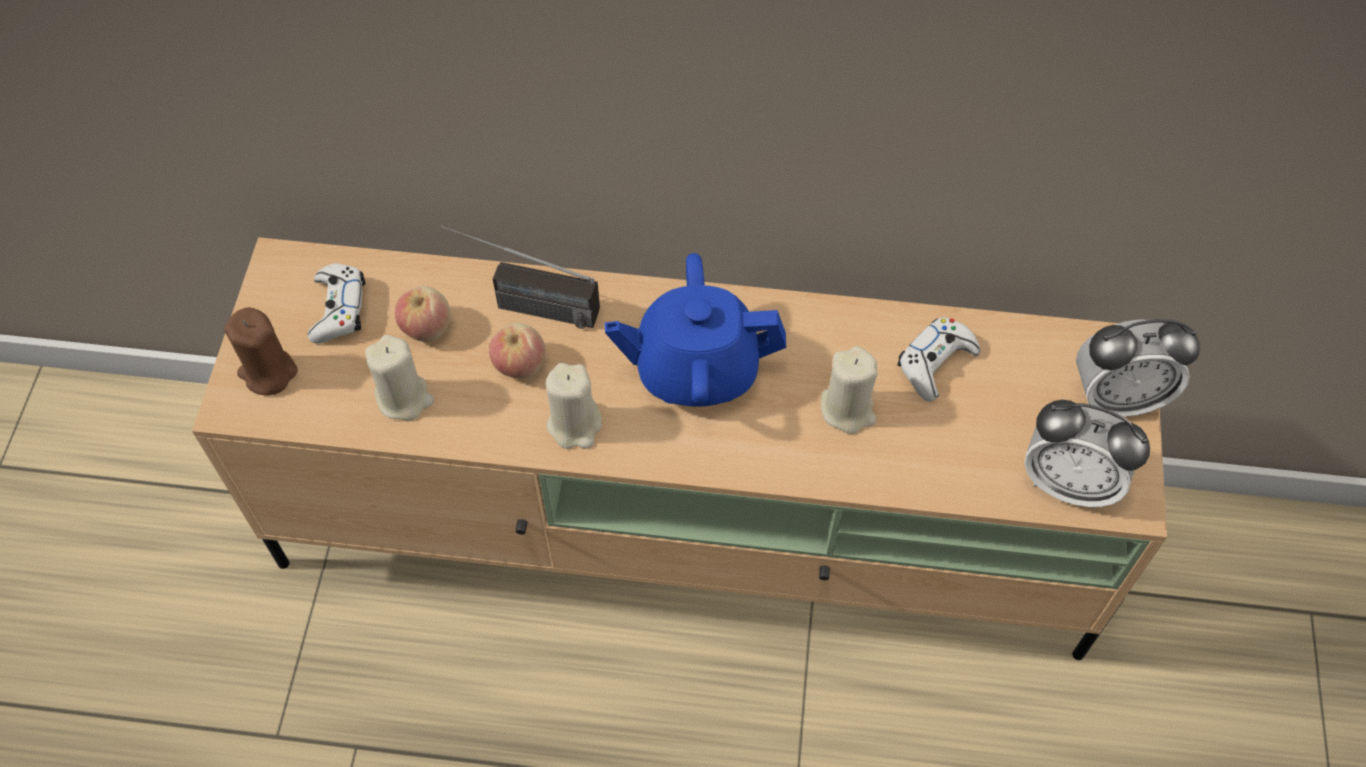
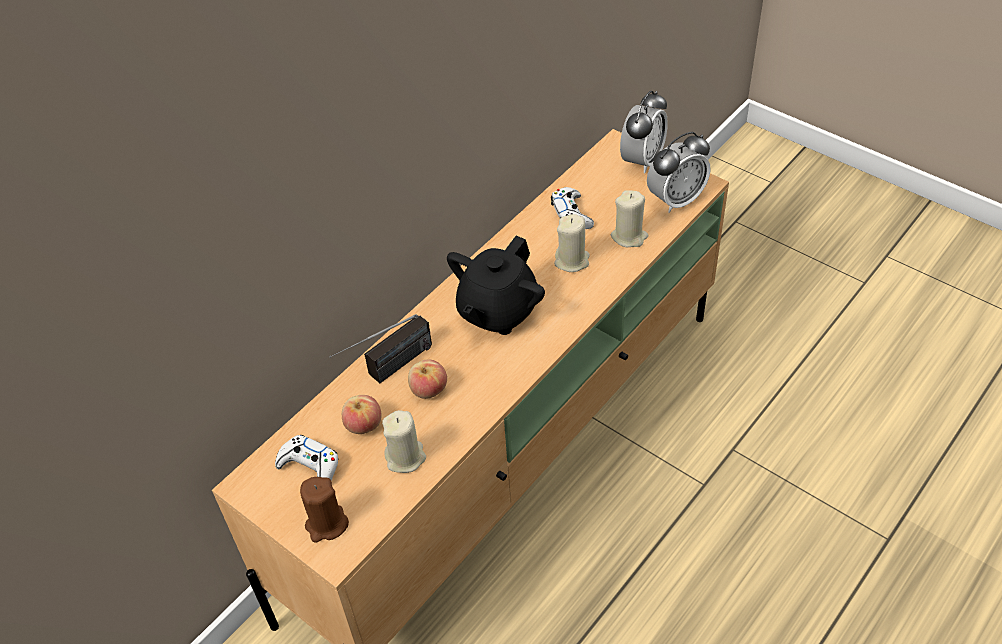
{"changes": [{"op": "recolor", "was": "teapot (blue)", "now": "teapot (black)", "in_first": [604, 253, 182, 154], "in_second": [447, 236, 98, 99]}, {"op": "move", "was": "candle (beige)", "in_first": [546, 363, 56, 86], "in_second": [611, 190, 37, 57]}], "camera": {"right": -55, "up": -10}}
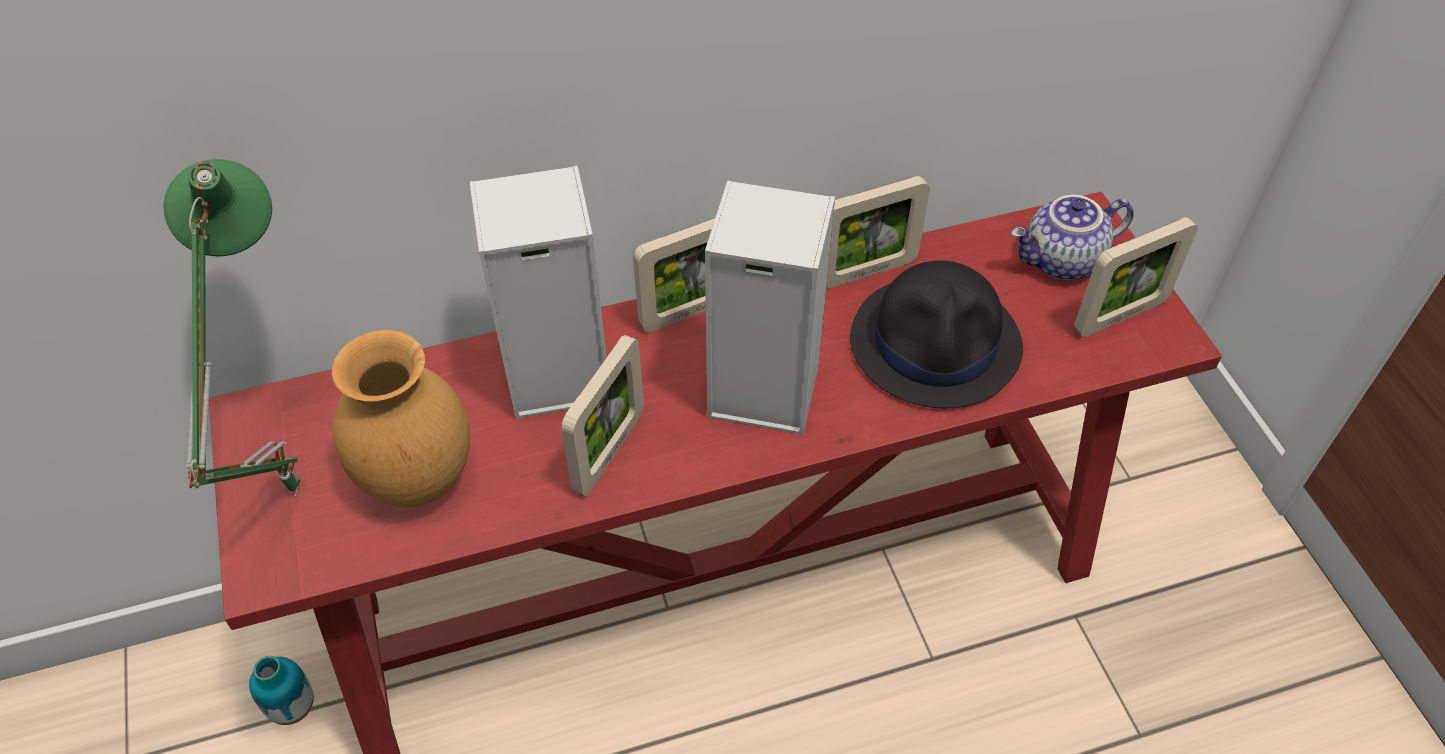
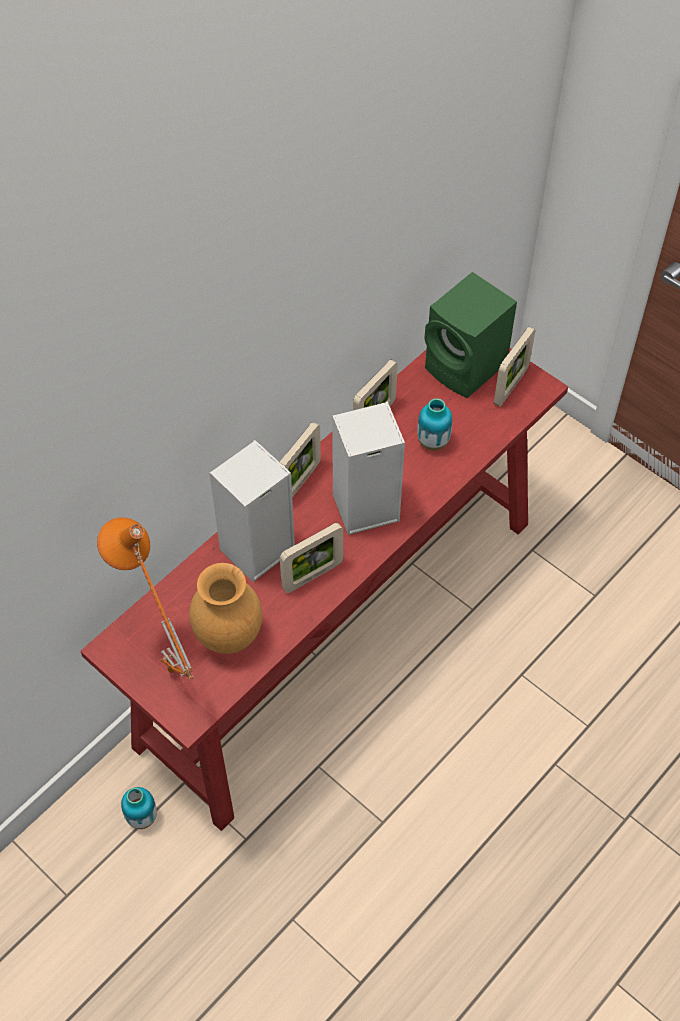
{"changes": [{"op": "recolor", "was": "table lamp (green)", "now": "table lamp (orange)", "in_first": [163, 159, 137, 338], "in_second": [97, 517, 97, 163]}, {"op": "replace", "was": "teapot", "now": "speaker (green)", "in_first": [1011, 195, 123, 85], "in_second": [424, 272, 93, 126]}, {"op": "replace", "was": "hat (black)", "now": "vase", "in_first": [850, 260, 173, 148], "in_second": [417, 398, 35, 53]}, {"op": "rotate", "was": "picture frame", "in_first": [561, 335, 83, 161], "in_second": [280, 523, 63, 70], "clockwise": 60}], "camera": {"right": -30, "up": 5}}
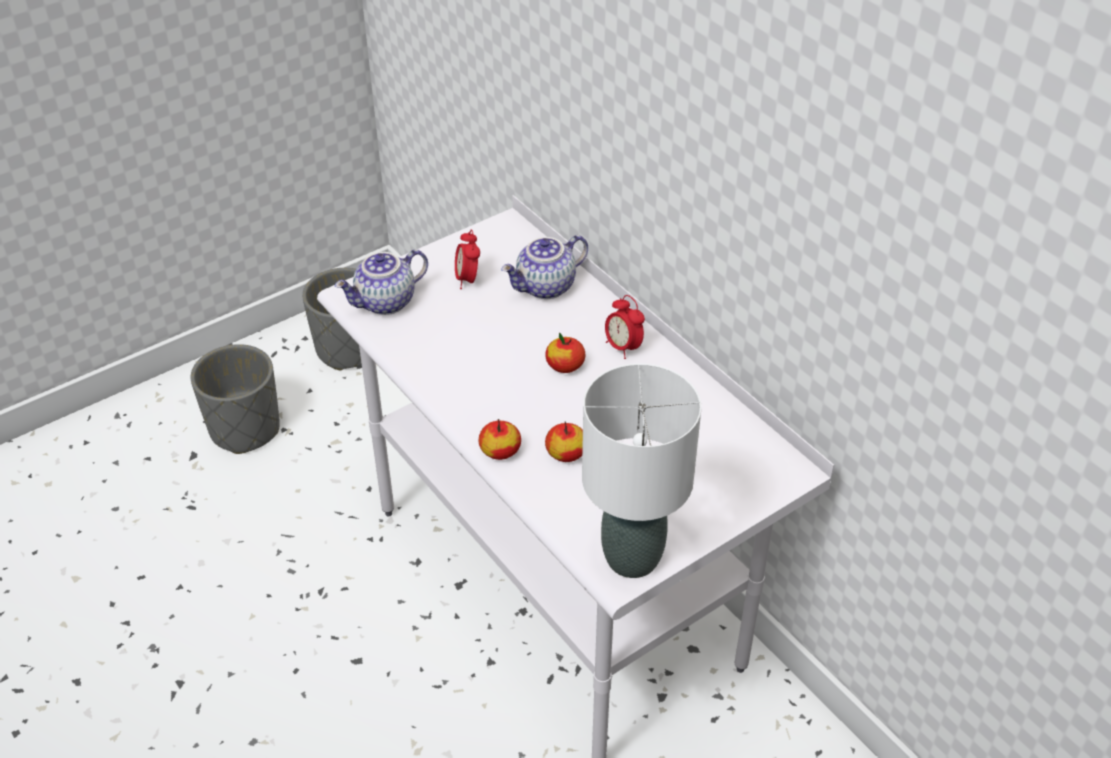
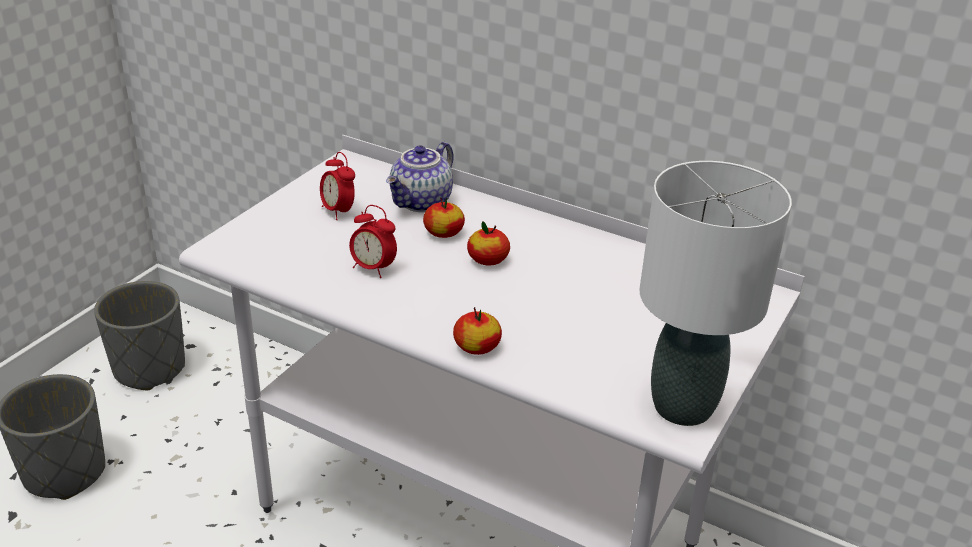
{"changes": [{"op": "delete", "was": "teapot", "in_first": [335, 249, 93, 66]}, {"op": "move", "was": "alarm clock", "in_first": [605, 295, 40, 64], "in_second": [349, 205, 48, 73]}, {"op": "move", "was": "apple", "in_first": [545, 421, 38, 41], "in_second": [423, 197, 42, 41]}], "camera": {"right": -25, "up": -10}}
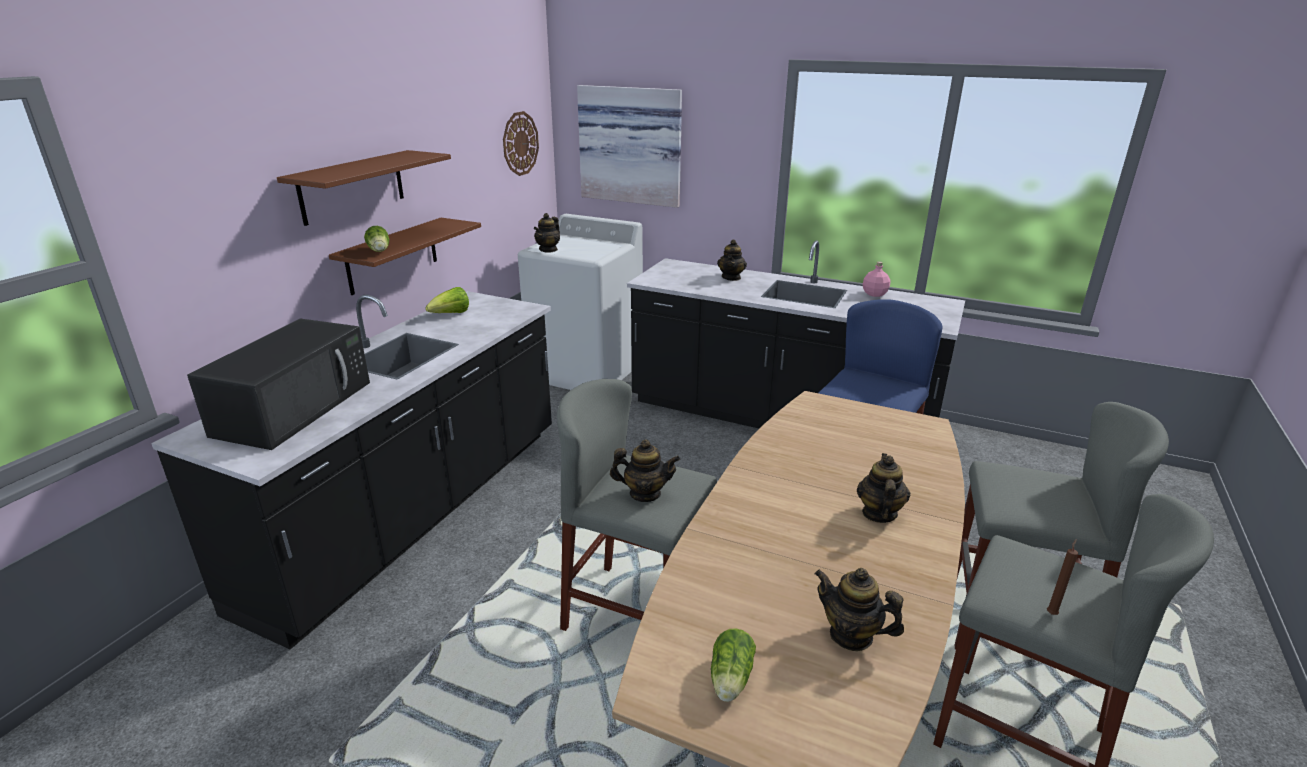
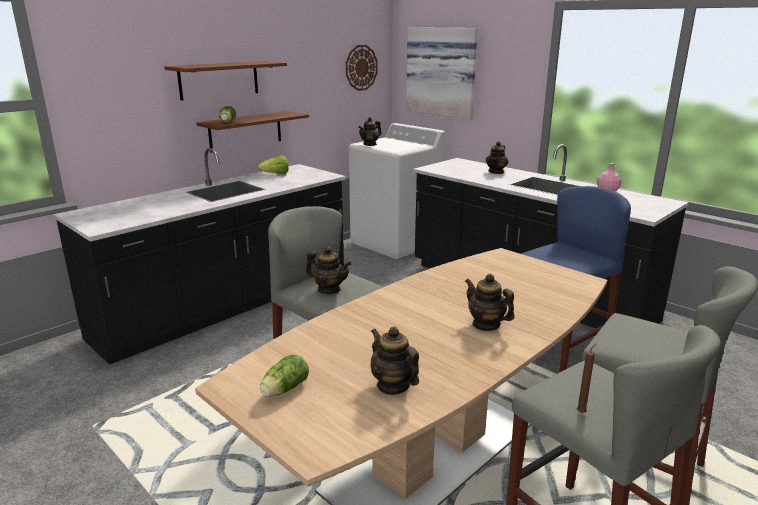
{"changes": [{"op": "delete", "was": "microwave (black)", "in_first": [187, 318, 183, 132]}, {"op": "rotate", "was": "teapot", "in_first": [857, 453, 53, 70], "in_second": [465, 274, 50, 57], "clockwise": -75}], "camera": {"right": 20, "up": -5}}
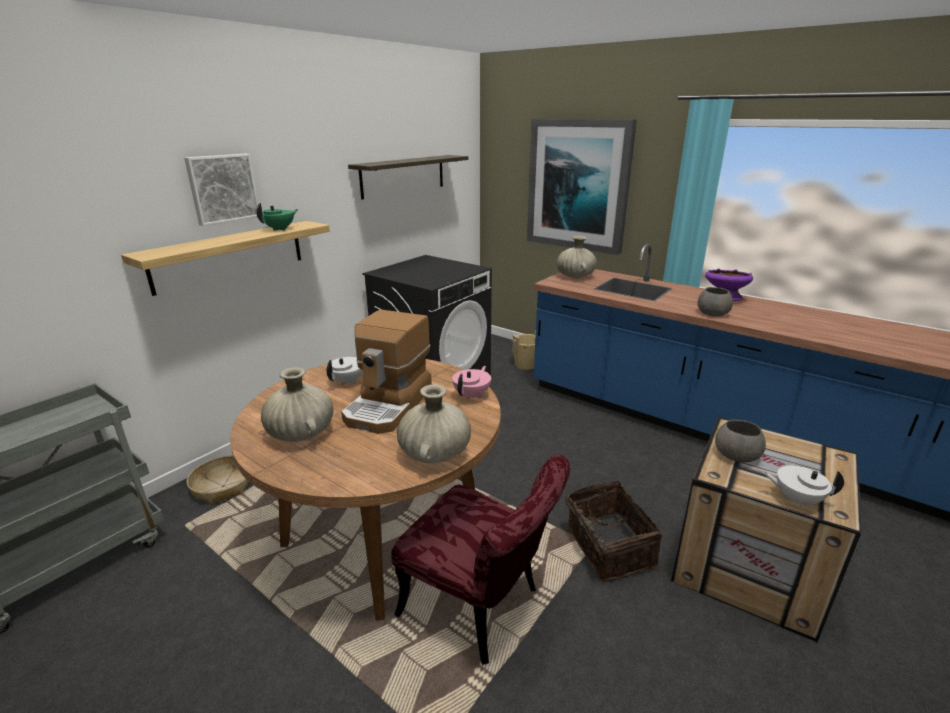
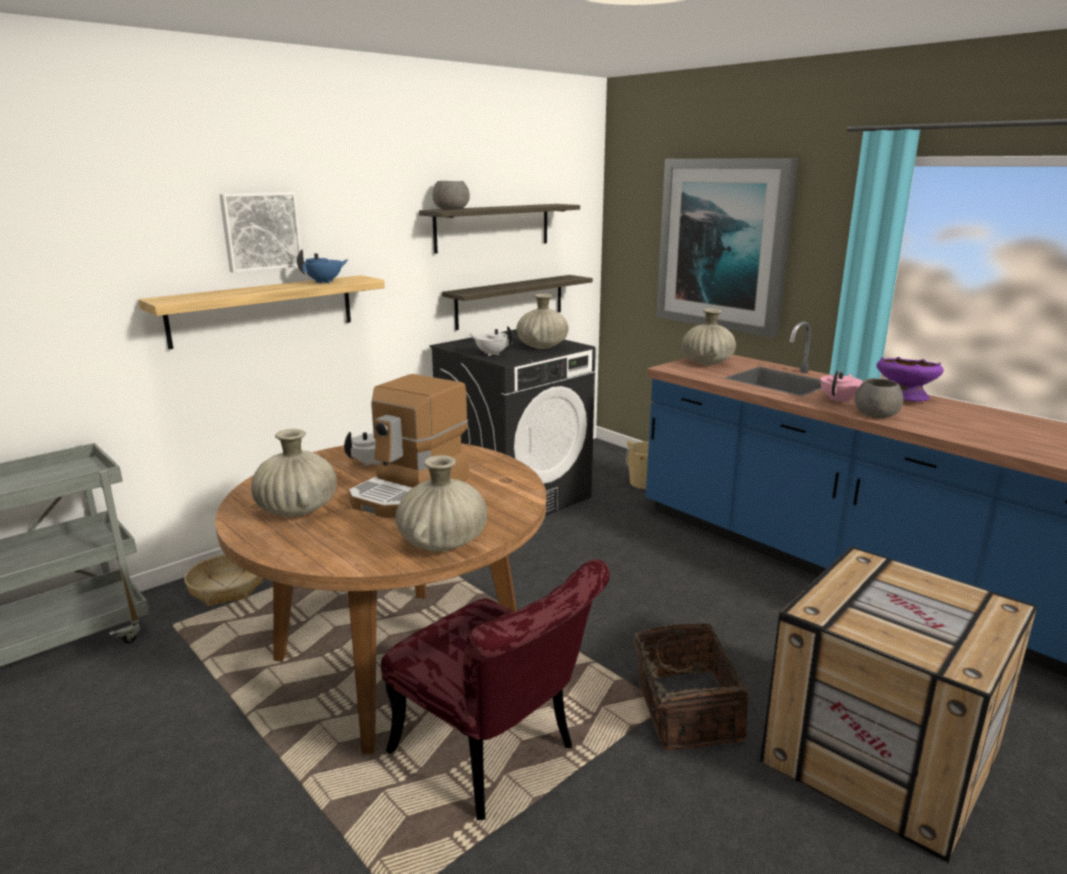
{"changes": [{"op": "recolor", "was": "teapot (green)", "now": "teapot (blue)", "in_first": [257, 203, 41, 28], "in_second": [297, 250, 51, 33]}, {"op": "move", "was": "teapot (pink)", "in_first": [452, 366, 39, 34], "in_second": [820, 371, 43, 32]}, {"op": "move", "was": "bowl (grey)", "in_first": [715, 420, 51, 42], "in_second": [433, 181, 37, 29]}, {"op": "move", "was": "teapot (white)", "in_first": [763, 465, 81, 42], "in_second": [470, 326, 43, 30]}, {"op": "insert", "now": "shelf", "in_second": [442, 275, 151, 55]}, {"op": "insert", "now": "vase (beige)", "in_second": [516, 294, 52, 55]}], "camera": {"right": 10, "up": -5}}
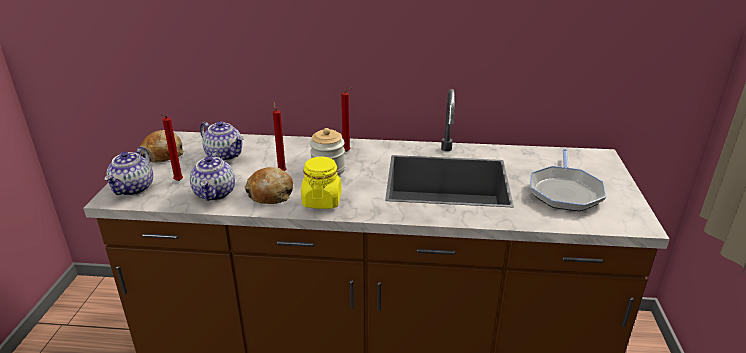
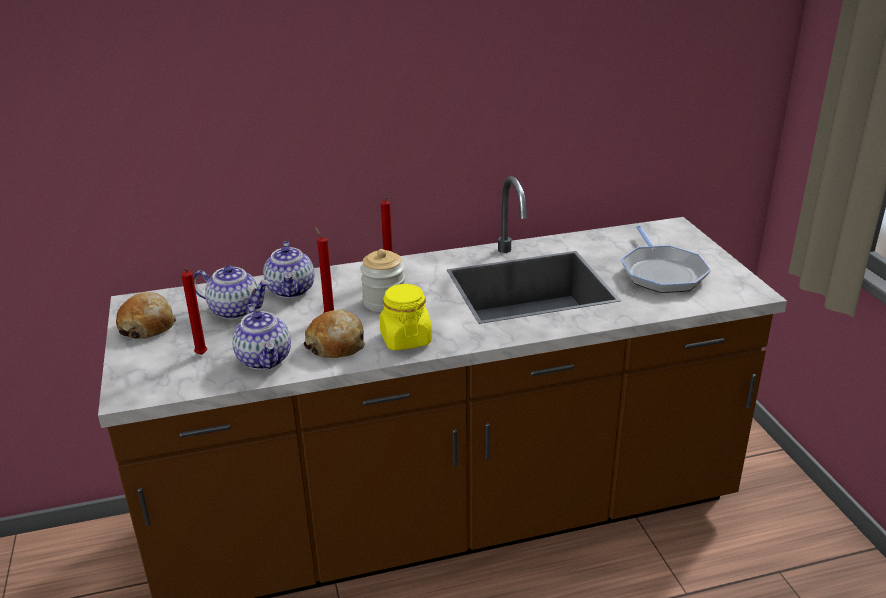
{"changes": [{"op": "move", "was": "teapot", "in_first": [104, 147, 49, 49], "in_second": [263, 241, 51, 57]}], "camera": {"right": -20, "up": 0}}
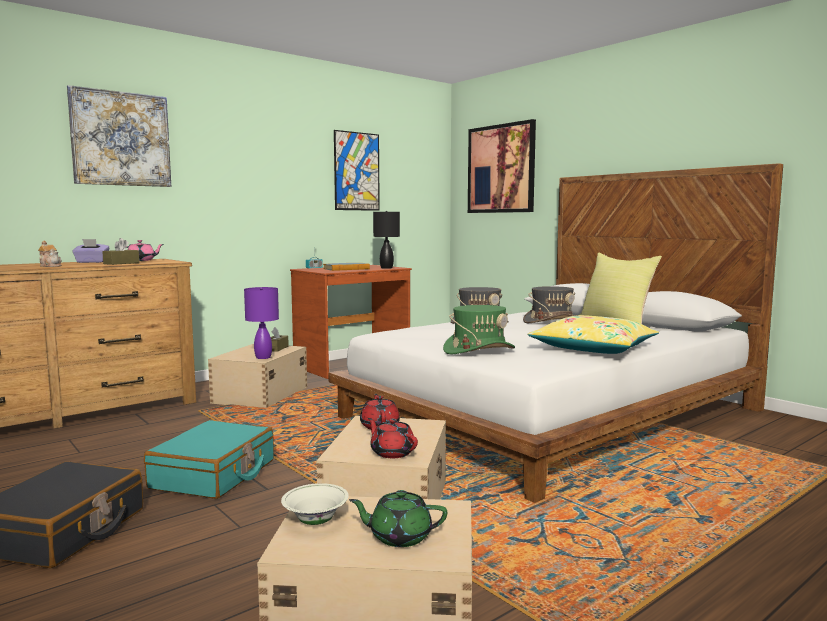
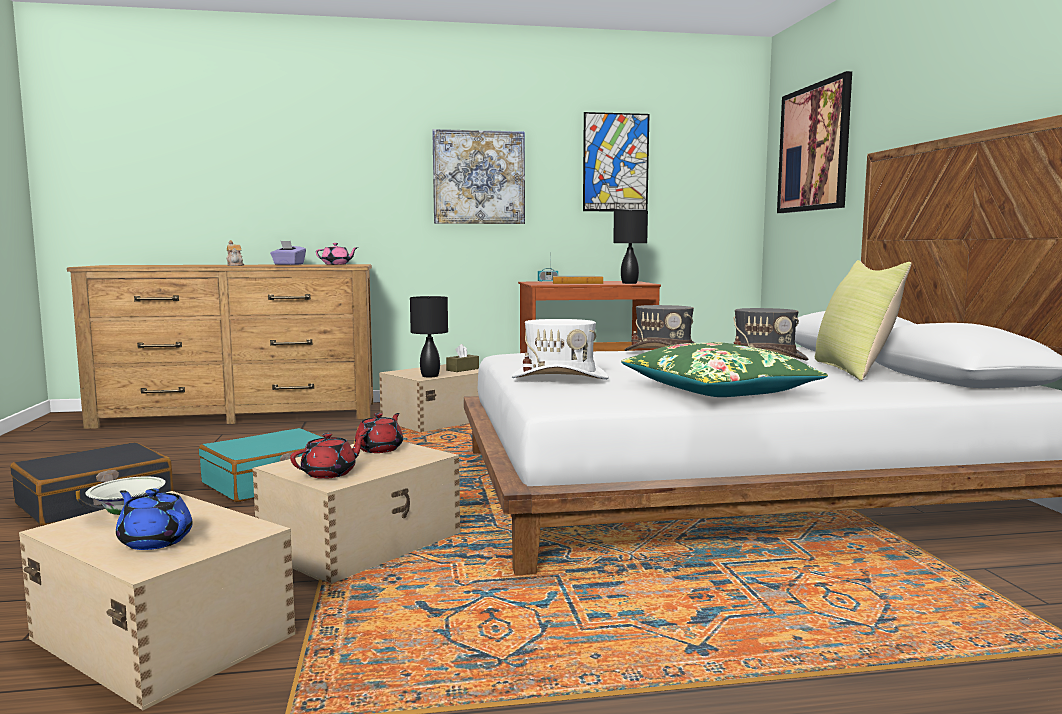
{"changes": [{"op": "move", "was": "picture", "in_first": [67, 85, 104, 102], "in_second": [432, 129, 93, 95]}, {"op": "delete", "was": "tissue box (brown)", "in_first": [102, 238, 38, 27]}, {"op": "recolor", "was": "table lamp (purple)", "now": "table lamp (black)", "in_first": [244, 287, 35, 72], "in_second": [410, 296, 38, 82]}, {"op": "recolor", "was": "hat (green)", "now": "hat (white)", "in_first": [443, 305, 72, 49], "in_second": [512, 319, 97, 61]}, {"op": "recolor", "was": "pillow (yellow)", "now": "pillow (green)", "in_first": [527, 315, 132, 39], "in_second": [621, 342, 207, 55]}, {"op": "rotate", "was": "teapot (red)", "in_first": [368, 418, 50, 40], "in_second": [290, 433, 77, 46], "clockwise": 60}, {"op": "recolor", "was": "teapot (green)", "now": "teapot (blue)", "in_first": [349, 490, 98, 57], "in_second": [116, 488, 77, 62]}], "camera": {"right": 30, "up": 0}}
